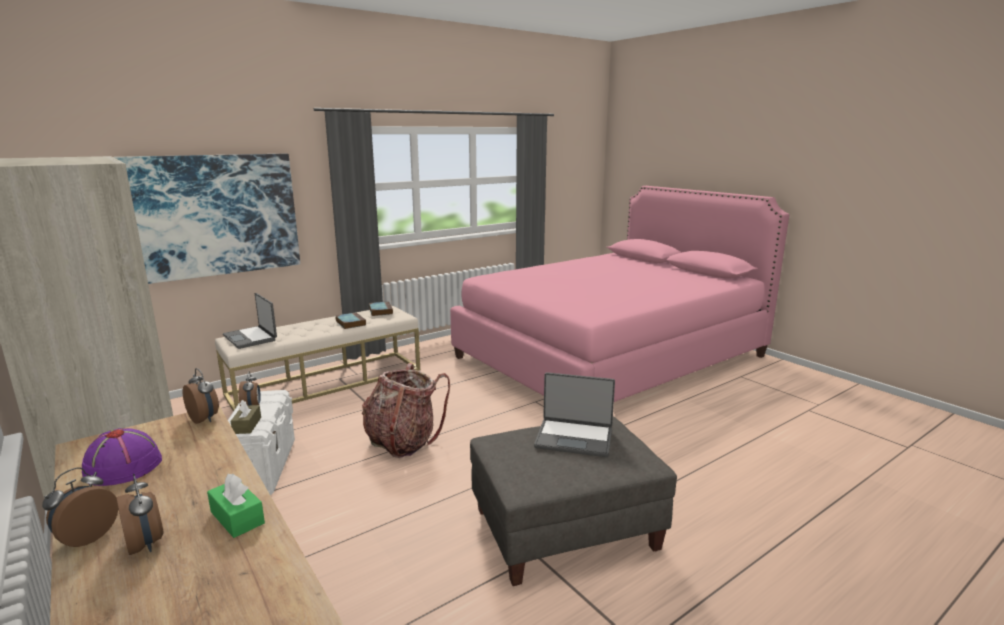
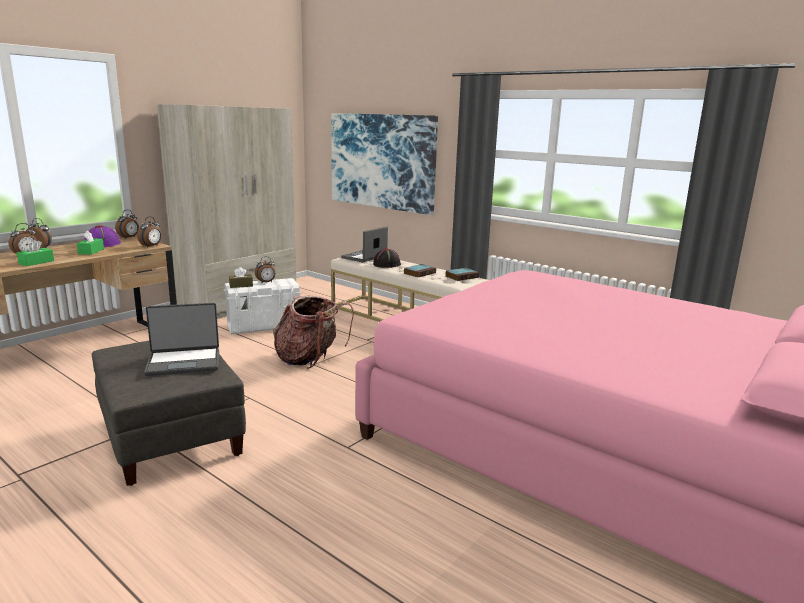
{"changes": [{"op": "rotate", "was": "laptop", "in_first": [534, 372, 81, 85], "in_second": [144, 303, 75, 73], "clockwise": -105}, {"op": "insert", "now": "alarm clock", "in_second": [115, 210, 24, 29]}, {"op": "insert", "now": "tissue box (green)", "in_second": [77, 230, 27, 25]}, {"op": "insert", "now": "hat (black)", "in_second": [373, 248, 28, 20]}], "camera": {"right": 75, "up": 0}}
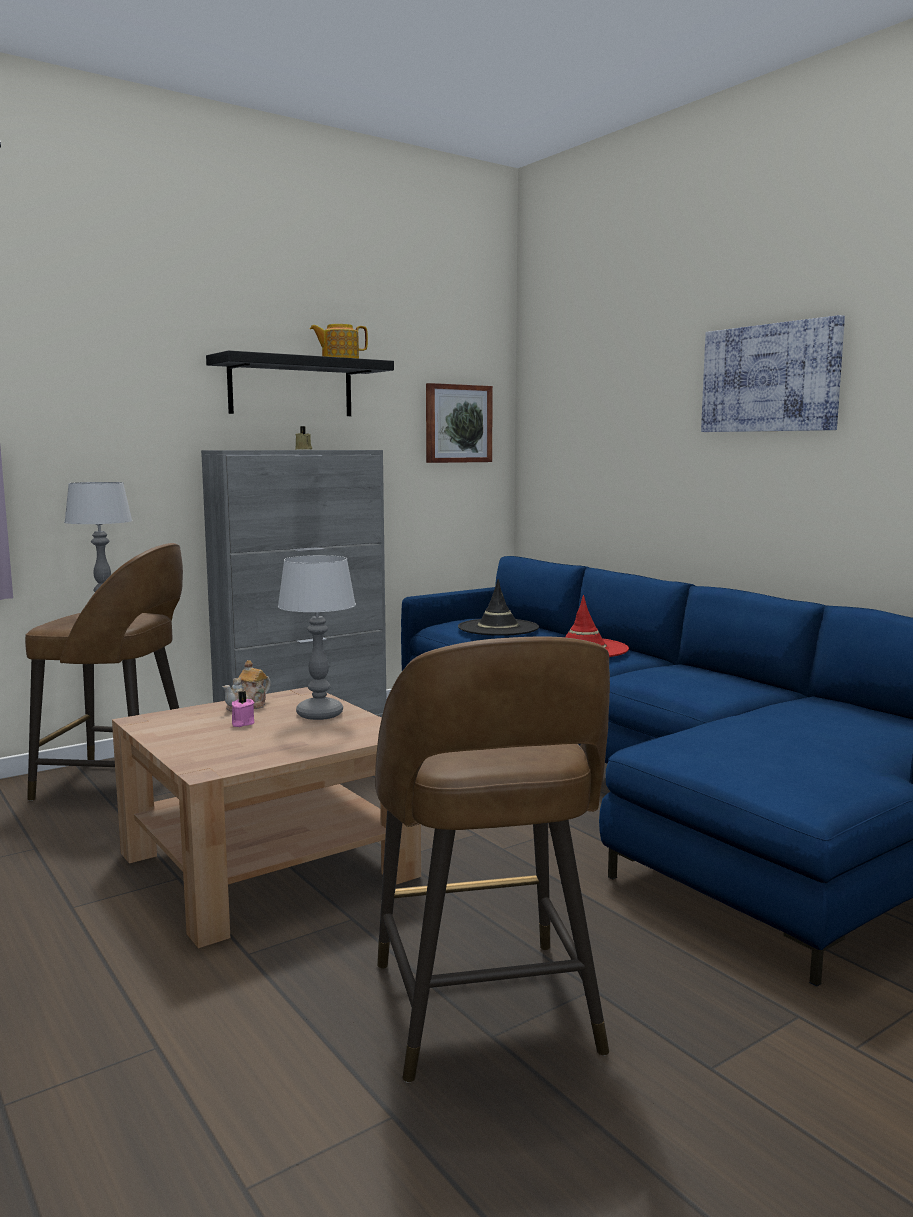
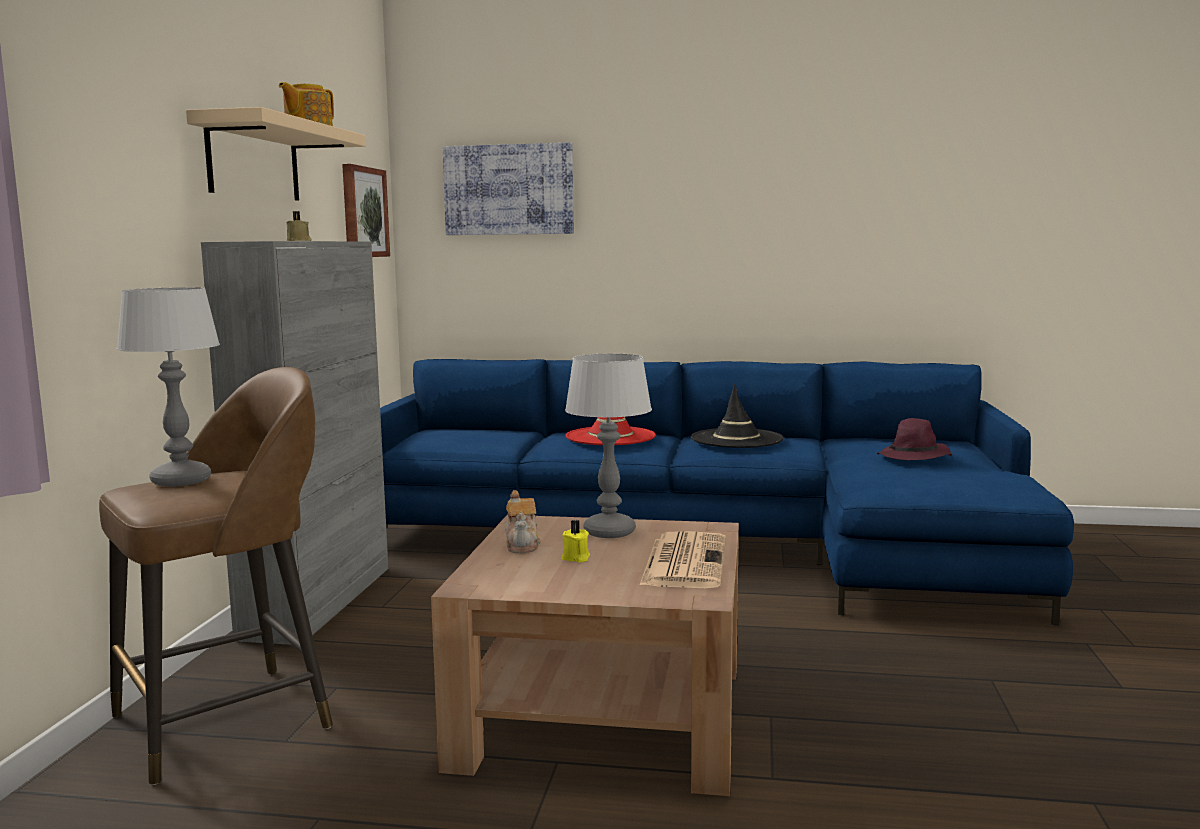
{"changes": [{"op": "move", "was": "picture", "in_first": [701, 315, 144, 117], "in_second": [443, 143, 131, 92]}, {"op": "recolor", "was": "shelf (black)", "now": "shelf (beige)", "in_first": [206, 350, 188, 66], "in_second": [186, 107, 180, 94]}, {"op": "move", "was": "hat (black)", "in_first": [458, 579, 81, 57], "in_second": [691, 383, 93, 65]}, {"op": "delete", "was": "stool (brown)", "in_first": [375, 636, 235, 447]}, {"op": "recolor", "was": "candle (pink)", "now": "candle (yellow)", "in_first": [232, 691, 22, 36], "in_second": [561, 520, 29, 42]}, {"op": "insert", "now": "hat (purple)", "in_second": [877, 418, 75, 42]}, {"op": "insert", "now": "newspaper", "in_second": [639, 531, 87, 58]}], "camera": {"right": -45, "up": 0}}
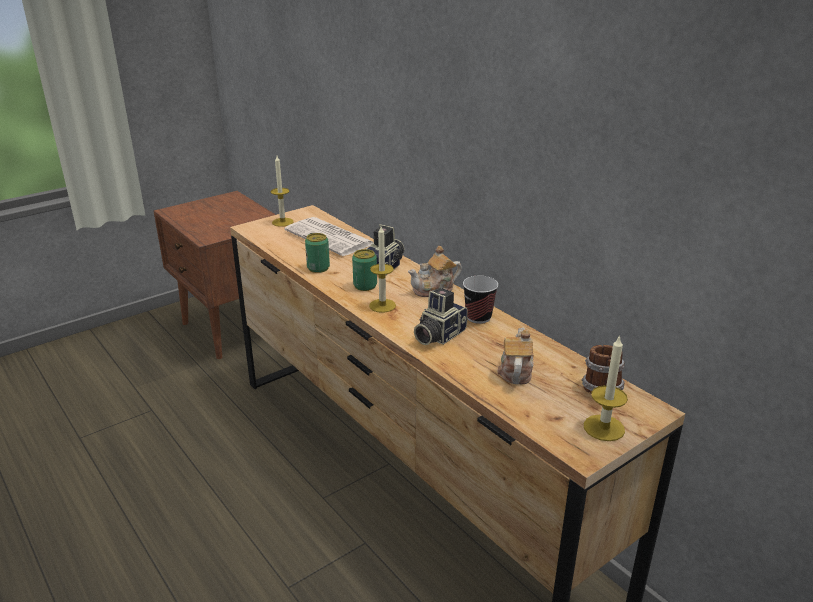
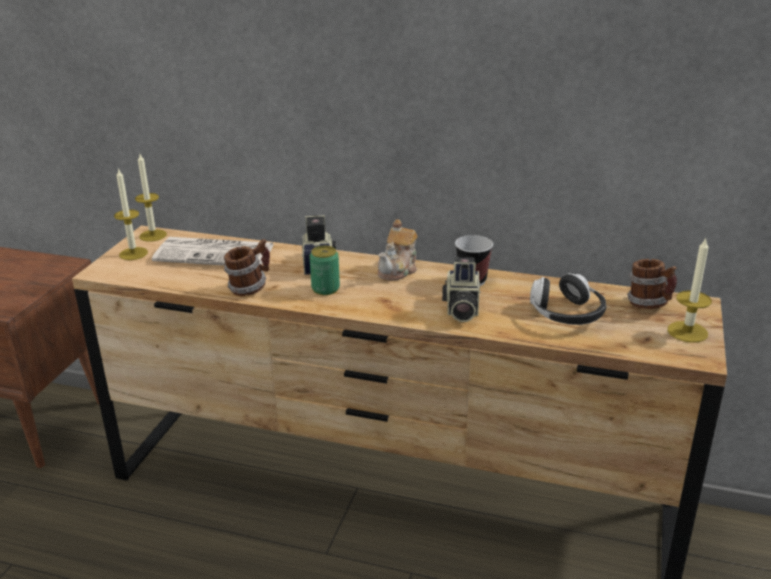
{"changes": [{"op": "move", "was": "candle", "in_first": [369, 226, 27, 87], "in_second": [135, 154, 32, 88]}, {"op": "replace", "was": "can", "now": "mug", "in_first": [305, 233, 25, 40], "in_second": [224, 239, 46, 57]}, {"op": "replace", "was": "teapot", "now": "headphones", "in_first": [497, 327, 37, 57], "in_second": [530, 273, 76, 52]}], "camera": {"right": -35, "up": 0}}
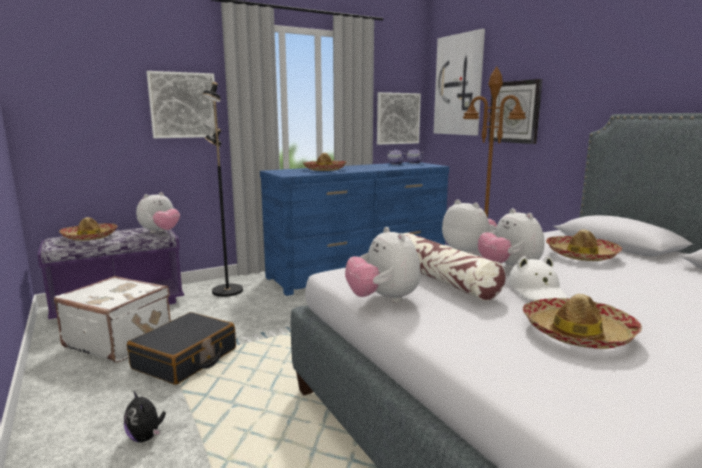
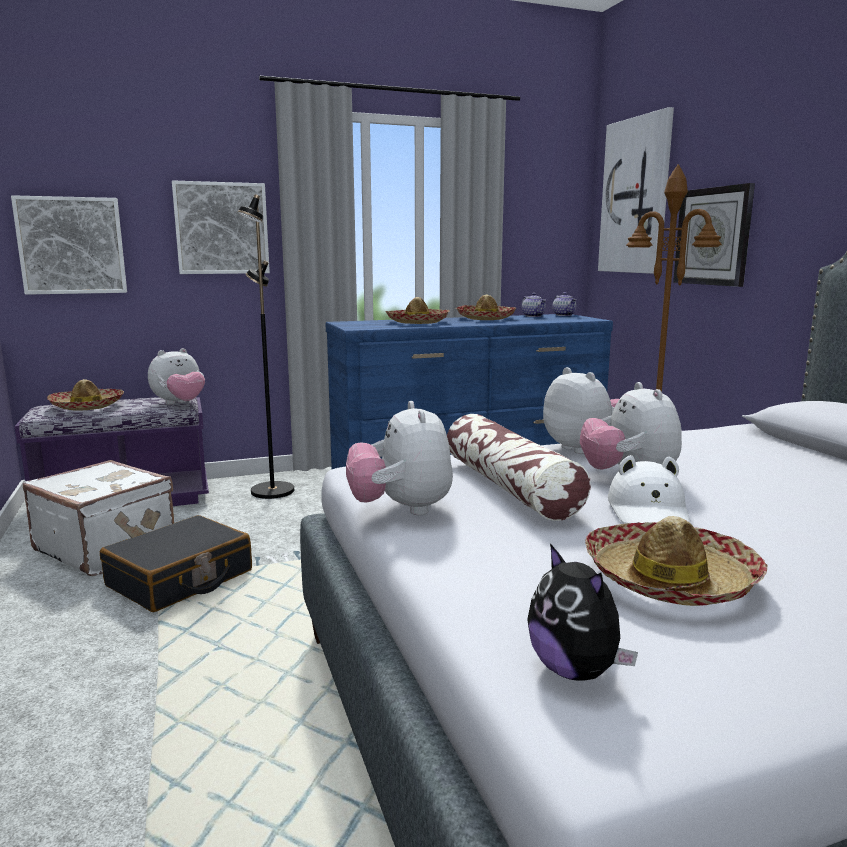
{"changes": [{"op": "move", "was": "picture", "in_first": [377, 92, 44, 53], "in_second": [11, 195, 116, 100]}, {"op": "move", "was": "hat", "in_first": [546, 229, 76, 32], "in_second": [456, 295, 61, 25]}, {"op": "move", "was": "plush toy", "in_first": [124, 390, 42, 52], "in_second": [527, 543, 111, 138]}], "camera": {"right": 10, "up": 0}}
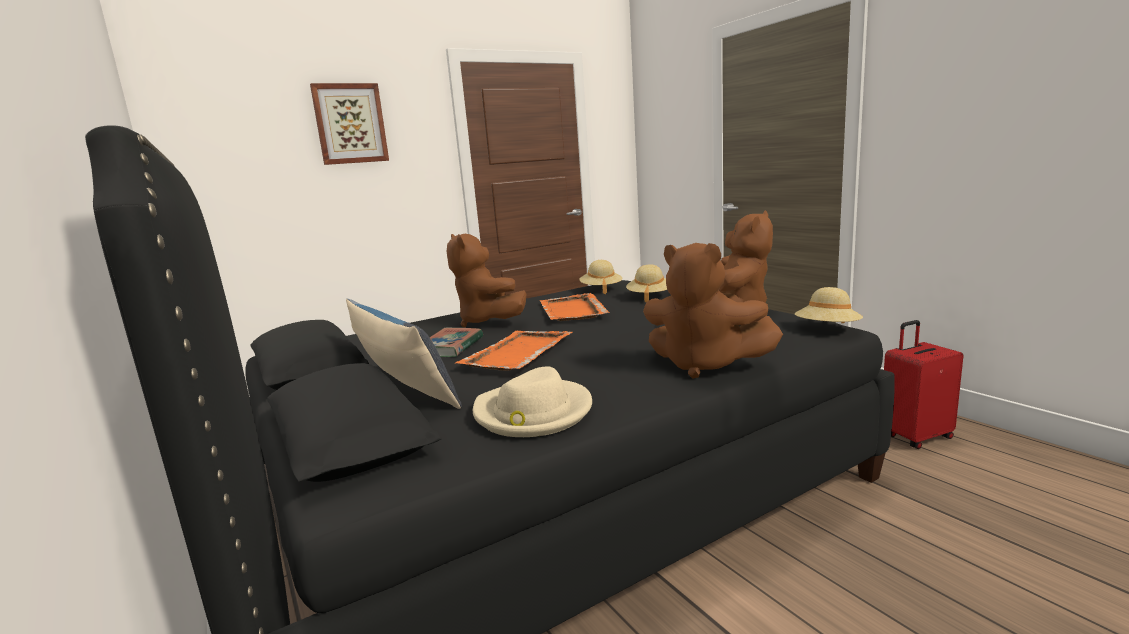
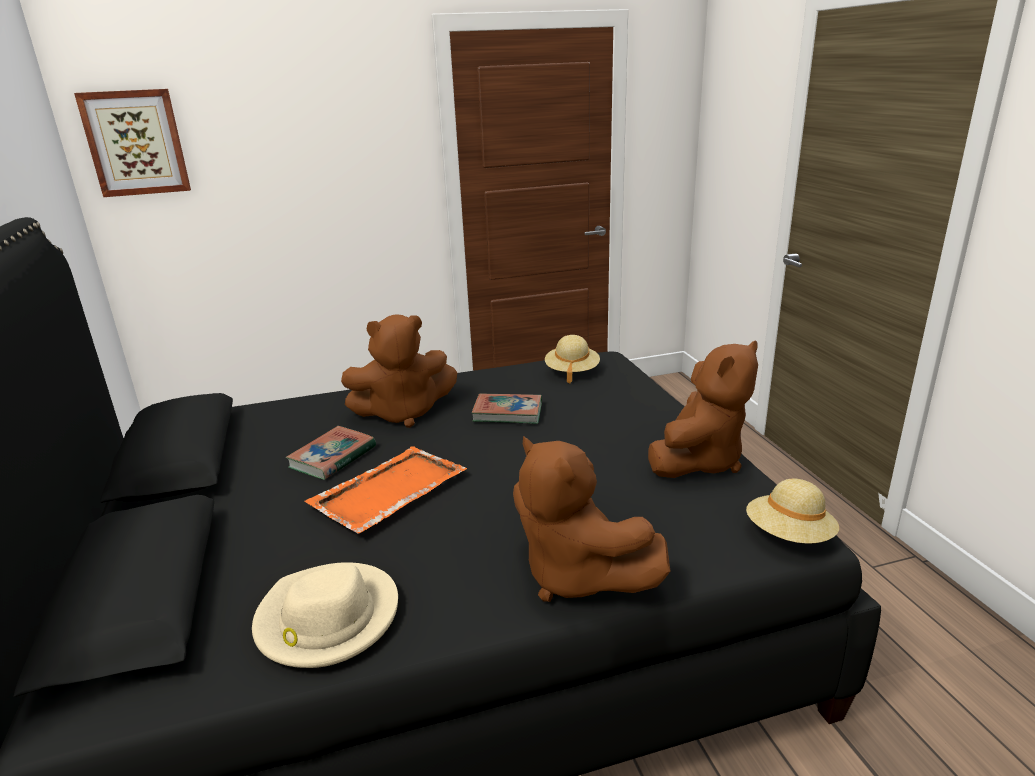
{"changes": [{"op": "move", "was": "picture", "in_first": [310, 83, 79, 82], "in_second": [74, 89, 117, 108]}, {"op": "rotate", "was": "plush toy (brown)", "in_first": [447, 234, 79, 93], "in_second": [341, 314, 116, 114], "clockwise": -90}, {"op": "delete", "was": "hat (beige)", "in_first": [626, 264, 41, 38]}, {"op": "replace", "was": "tray (orange)", "now": "book", "in_first": [540, 293, 70, 28], "in_second": [472, 393, 70, 31]}, {"op": "delete", "was": "pillow", "in_first": [346, 299, 116, 110]}, {"op": "delete", "was": "suitcase (red)", "in_first": [884, 320, 79, 129]}], "camera": {"right": 15, "up": 10}}
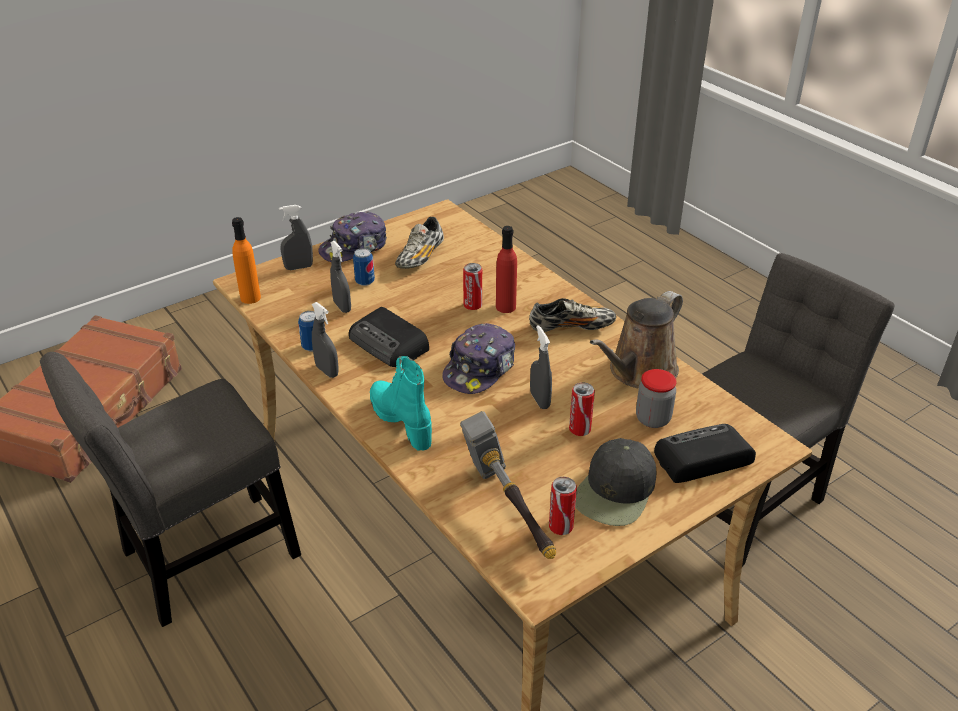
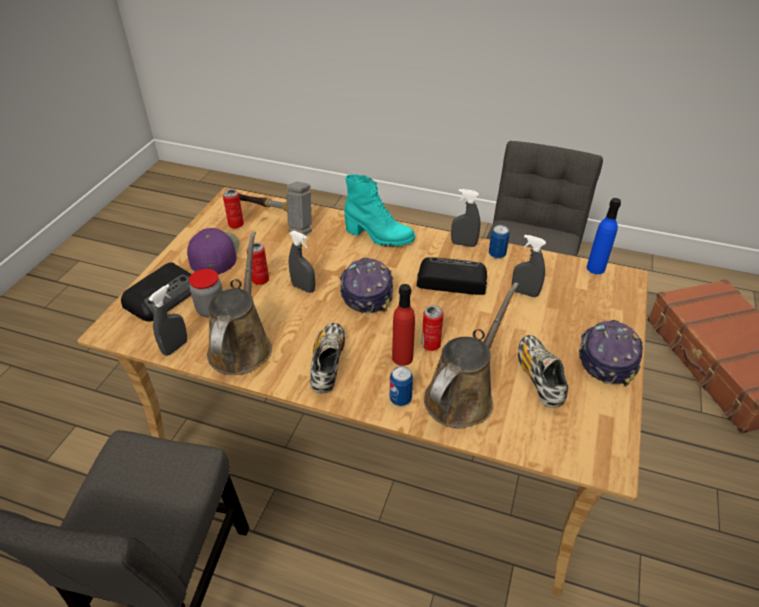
{"changes": [{"op": "move", "was": "spray bottle (grey)", "in_first": [279, 205, 34, 65], "in_second": [148, 284, 39, 72]}, {"op": "recolor", "was": "bottle (orange)", "now": "bottle (blue)", "in_first": [232, 217, 29, 87], "in_second": [587, 198, 34, 76]}, {"op": "move", "was": "can", "in_first": [353, 248, 22, 38], "in_second": [390, 366, 23, 40]}, {"op": "rotate", "was": "shoe", "in_first": [529, 298, 87, 34], "in_second": [310, 323, 35, 70], "clockwise": 135}, {"op": "recolor", "was": "cap (black)", "now": "cap (purple)", "in_first": [575, 438, 81, 88], "in_second": [187, 228, 52, 46]}, {"op": "insert", "now": "watering can (brown)", "in_second": [424, 282, 95, 146]}], "camera": {"right": 145, "up": 5}}
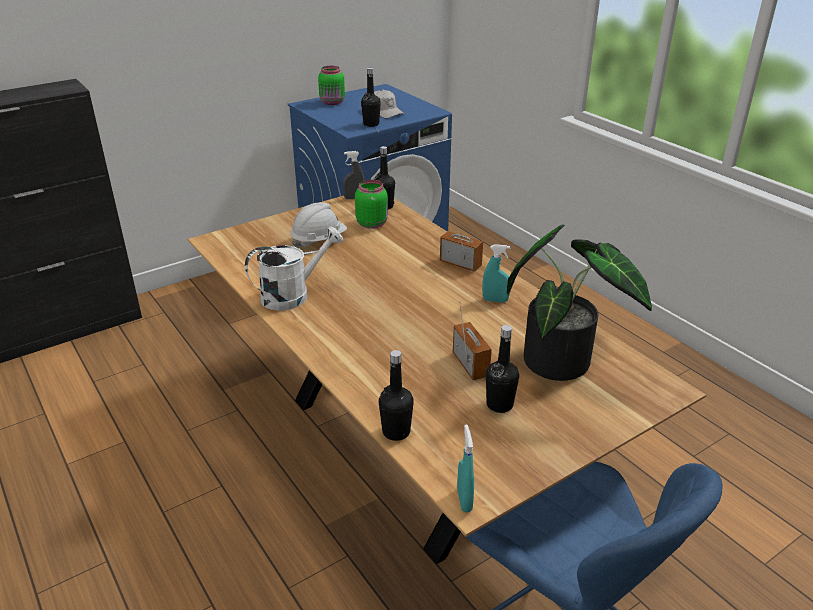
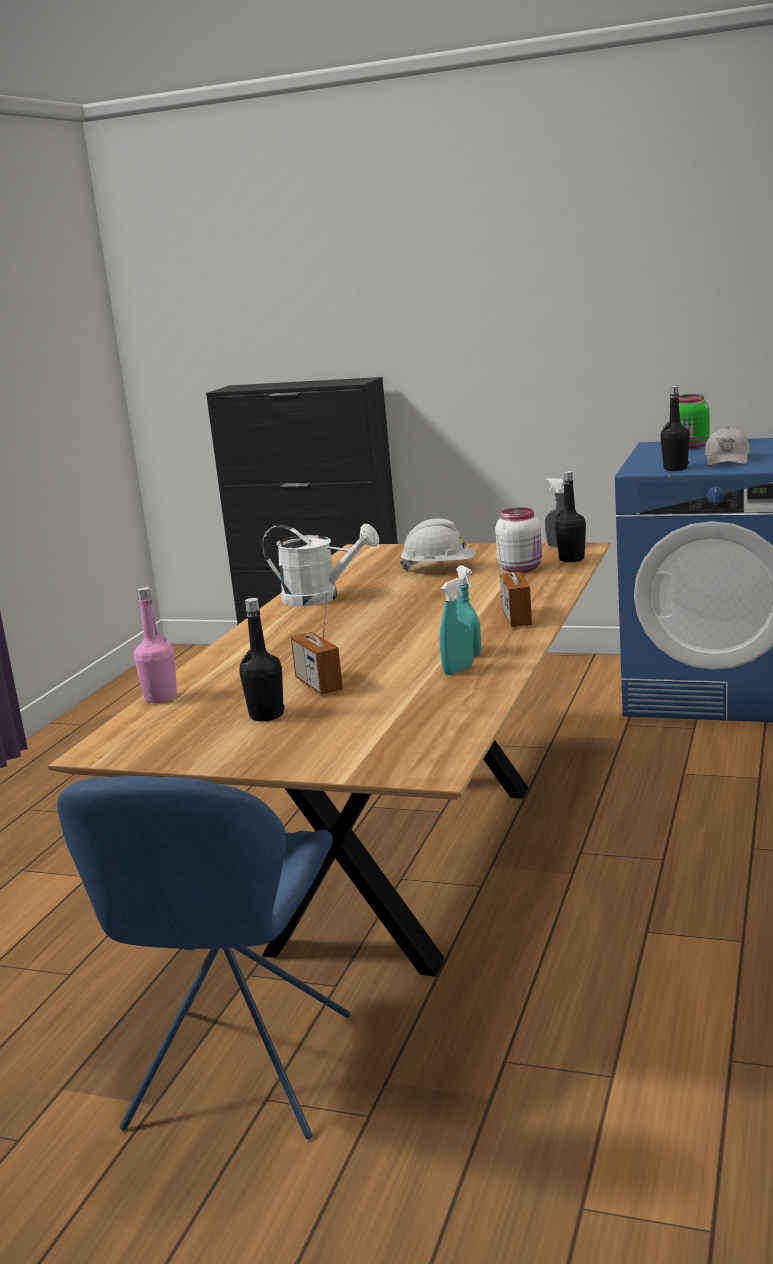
{"changes": [{"op": "recolor", "was": "jar (green)", "now": "jar (white)", "in_first": [355, 180, 33, 49], "in_second": [495, 507, 47, 66]}, {"op": "delete", "was": "potted plant", "in_first": [507, 225, 145, 156]}, {"op": "rotate", "was": "radio", "in_first": [453, 302, 39, 78], "in_second": [291, 593, 52, 102], "clockwise": 120}, {"op": "recolor", "was": "bottle (black)", "now": "bottle (pink)", "in_first": [379, 350, 35, 91], "in_second": [134, 587, 43, 116]}, {"op": "move", "was": "spray bottle (turquoise)", "in_first": [457, 424, 17, 89], "in_second": [439, 577, 34, 98]}], "camera": {"right": 55, "up": -15}}
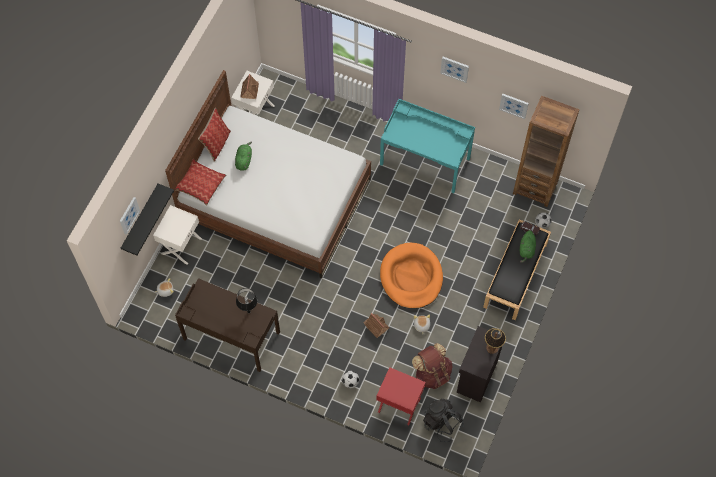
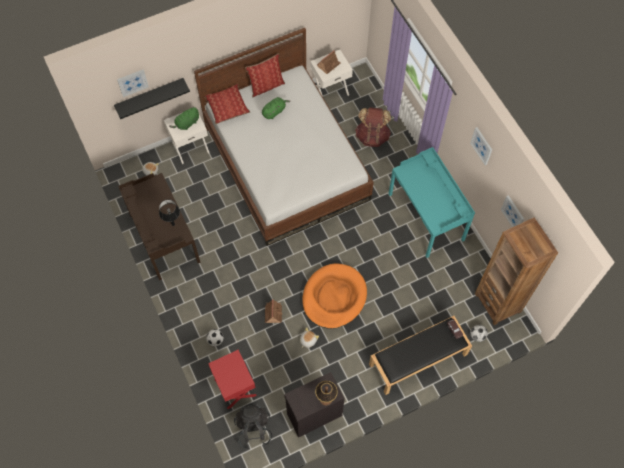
{"changes": [{"op": "move", "was": "plush toy (green)", "in_first": [520, 230, 16, 33], "in_second": [169, 107, 30, 23]}, {"op": "move", "was": "backpack (brown)", "in_first": [412, 343, 40, 46], "in_second": [355, 107, 36, 40]}], "camera": {"right": 40, "up": 0}}
